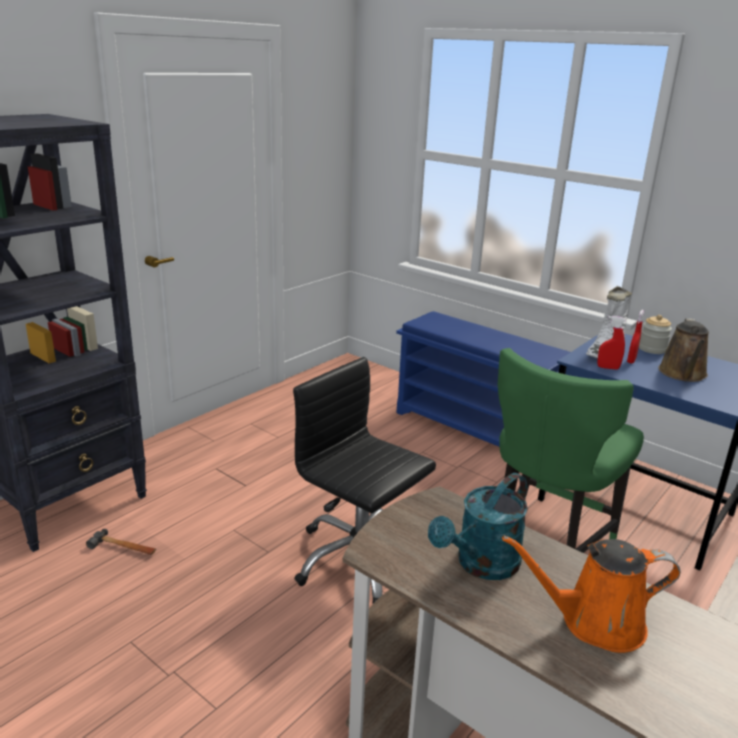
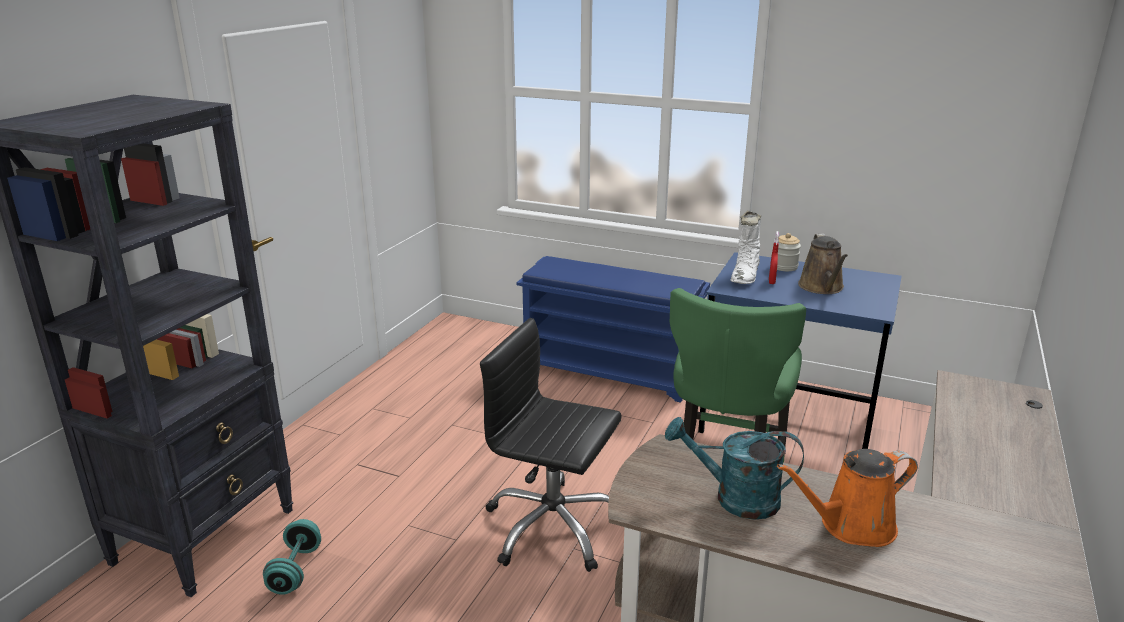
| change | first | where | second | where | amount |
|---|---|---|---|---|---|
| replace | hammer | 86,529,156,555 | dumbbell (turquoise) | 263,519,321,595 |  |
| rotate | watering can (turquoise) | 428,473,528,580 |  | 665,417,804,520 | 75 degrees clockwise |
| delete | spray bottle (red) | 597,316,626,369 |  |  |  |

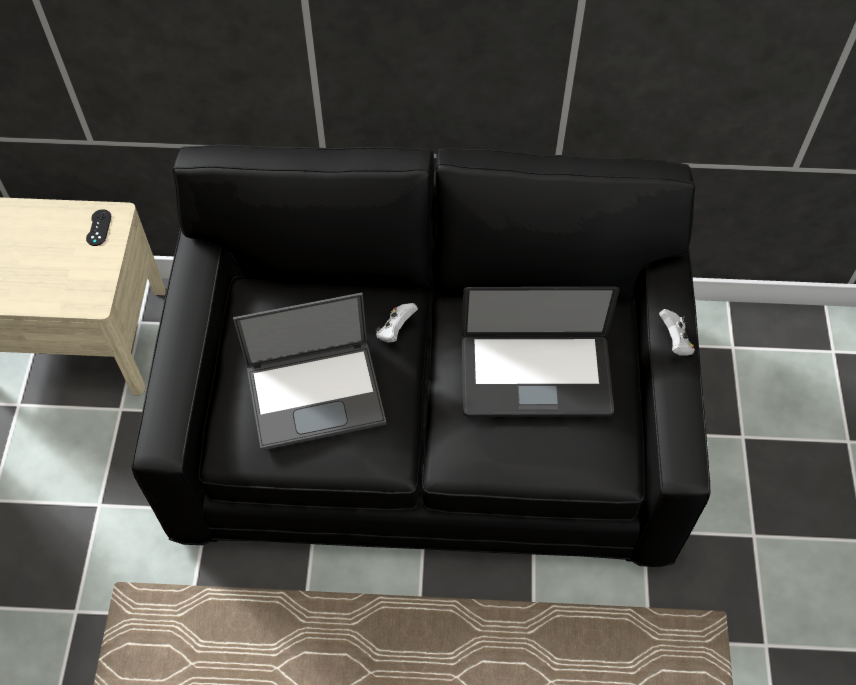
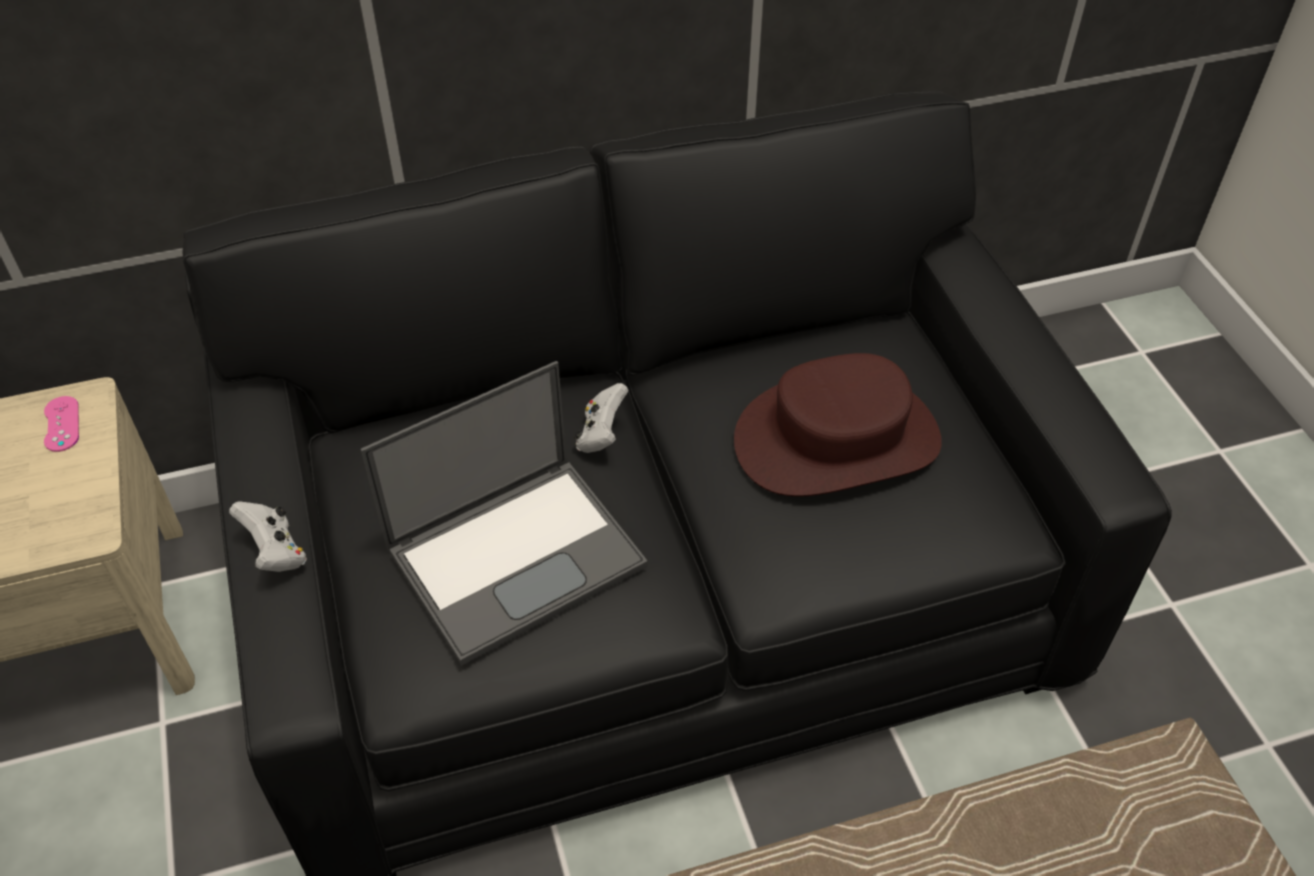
| change | first | where | second | where | amount |
|---|---|---|---|---|---|
| recolor | game controller (black) | 86,209,111,246 | game controller (pink) | 44,396,79,452 |  |
| move | game controller (white) | 659,309,695,356 |  | 229,501,307,572 |  |
| replace | laptop | 461,287,620,417 | hat (brown) | 734,353,942,497 |  |

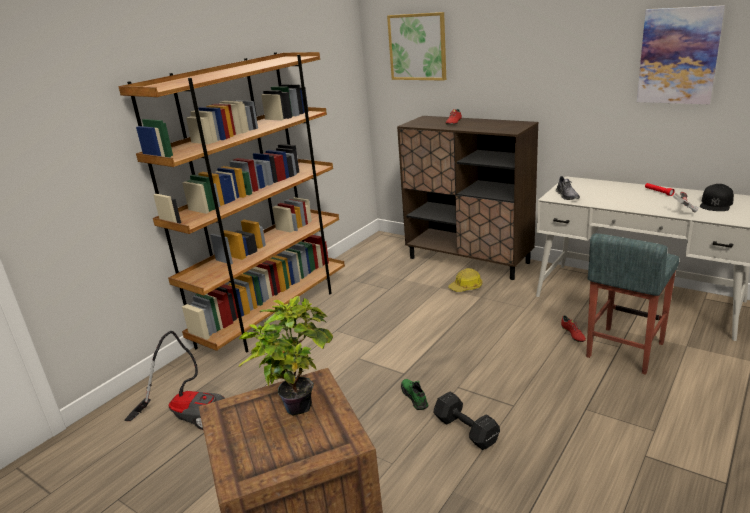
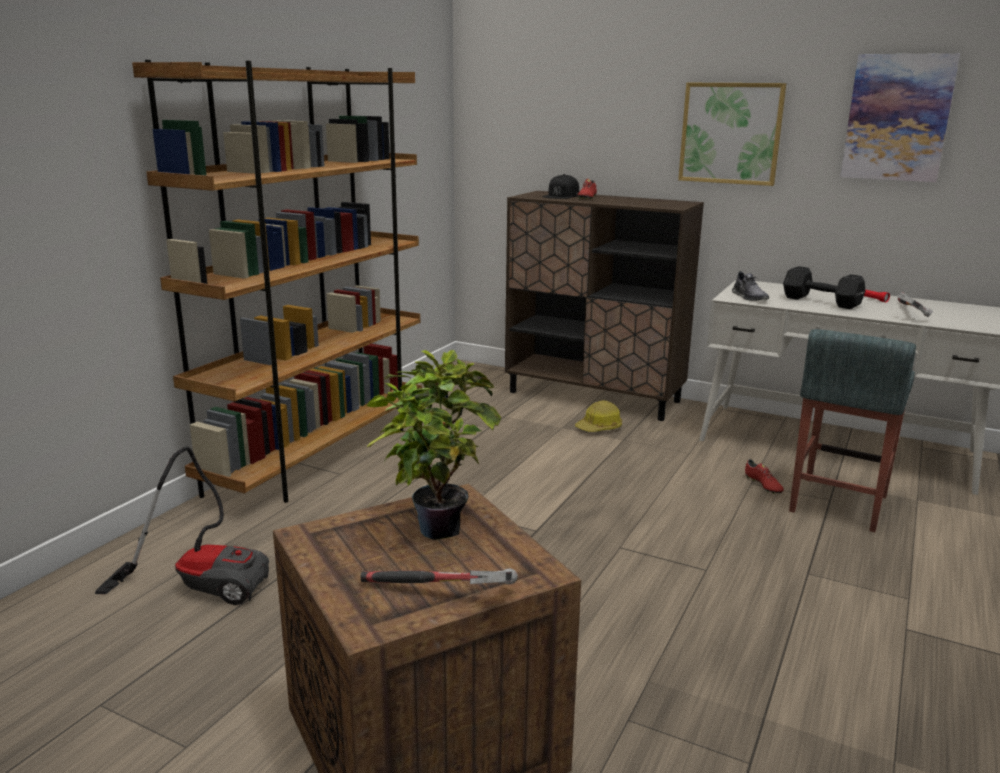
| change | first | where | second | where | amount |
|---|---|---|---|---|---|
| insert |  |  | hammer | 360,569,518,584 |  |
| move | cap (black) | 700,184,734,211 |  | 542,174,579,199 |  |
| move | picture | 387,12,446,81 |  | 678,83,786,186 |  |
| move | dumbbell (black) | 434,392,500,450 |  | 783,266,865,309 |  |
| delete | shoe (green) | 401,379,428,410 |  |  |  |

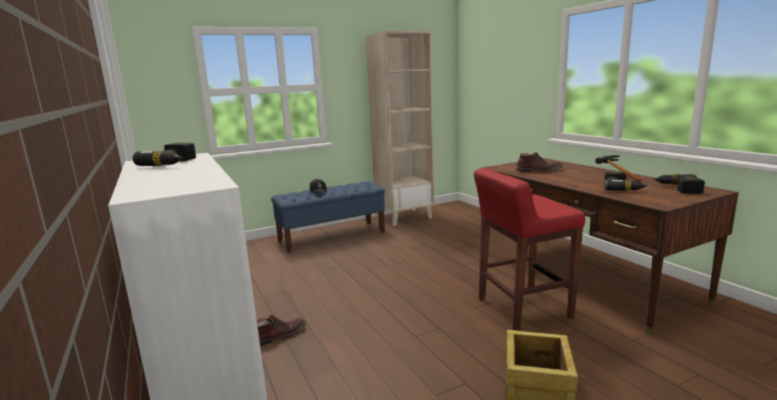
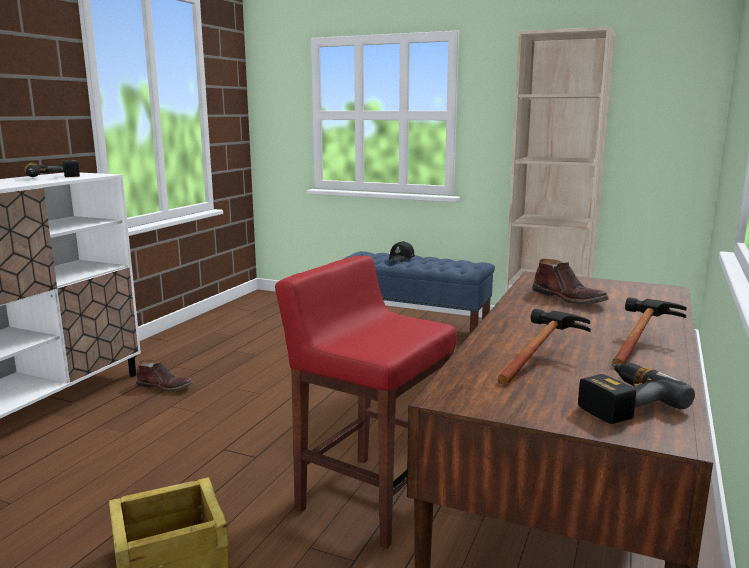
| change | first | where | second | where | amount |
|---|---|---|---|---|---|
| replace | power drill | 604,172,648,191 | hammer | 498,309,591,384 |  |

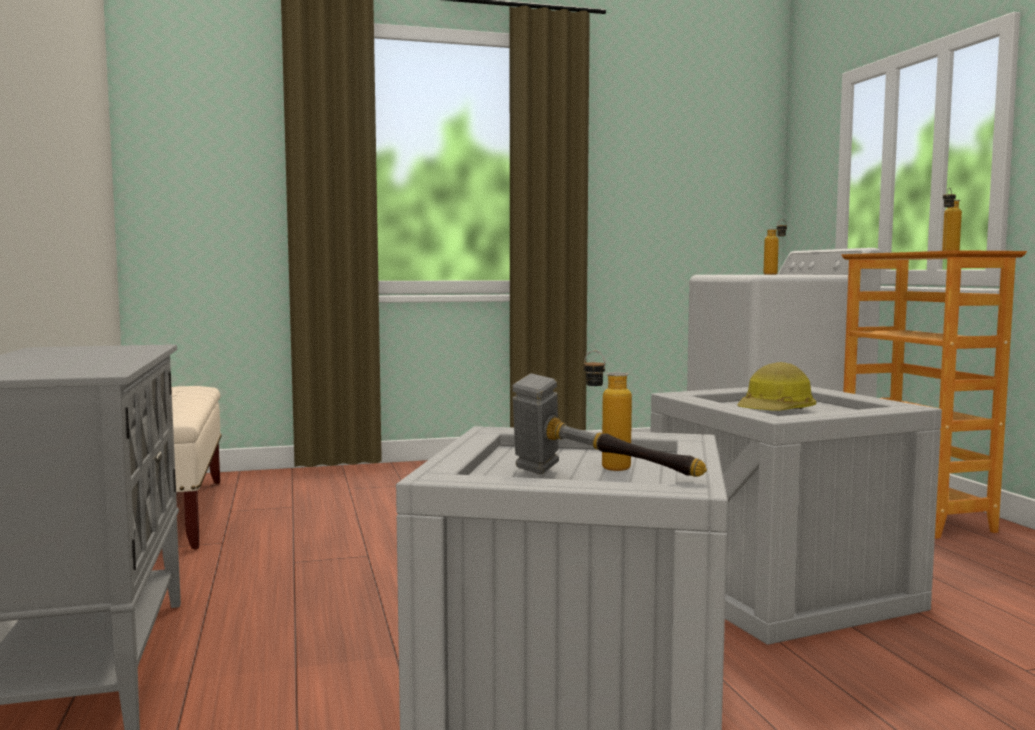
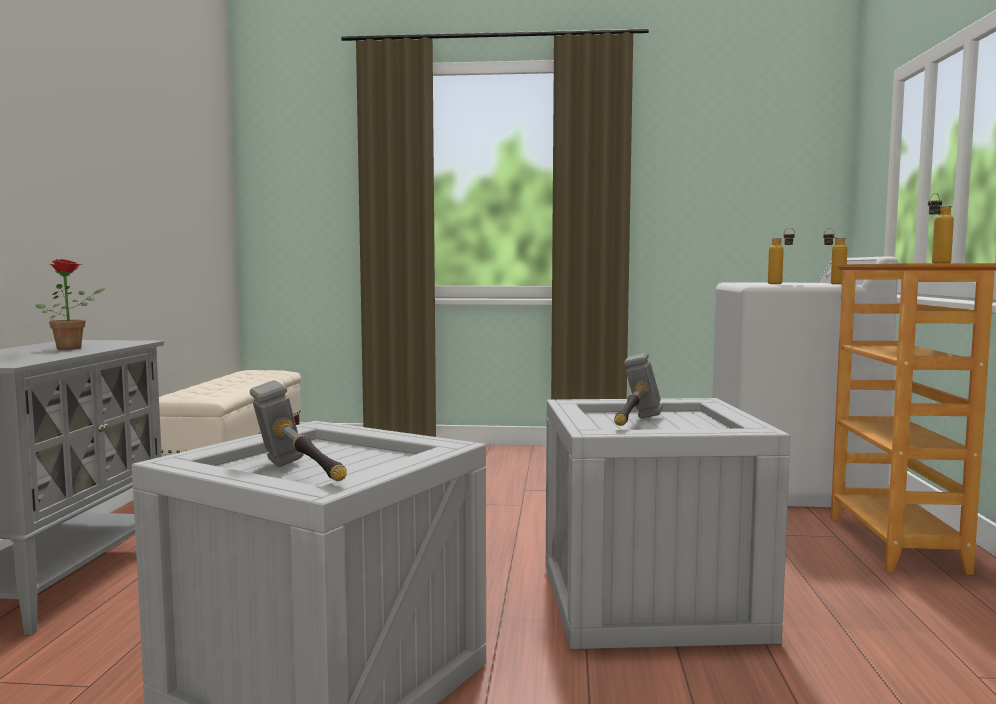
| change | first | where | second | where | amount |
|---|---|---|---|---|---|
| insert |  |  | potted plant | 36,259,105,350 |  |
| replace | hard hat | 737,362,816,411 | hammer | 614,353,663,426 |  |
| move | bottle | 584,351,632,471 |  | 823,228,847,284 |  |

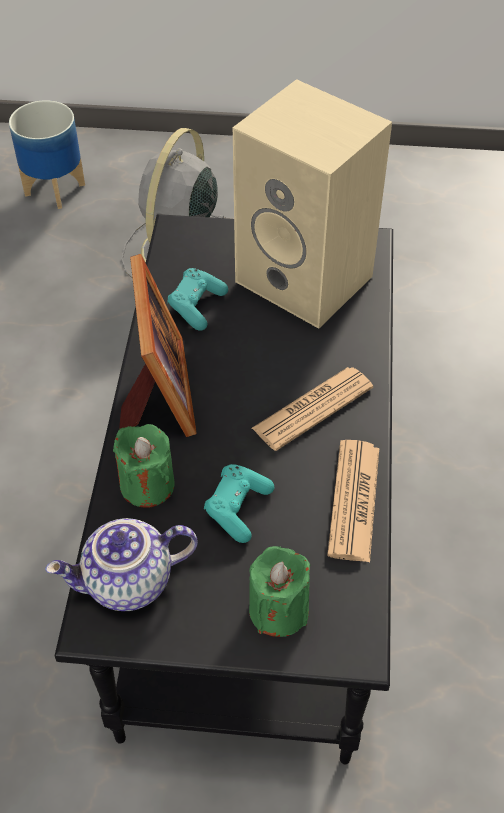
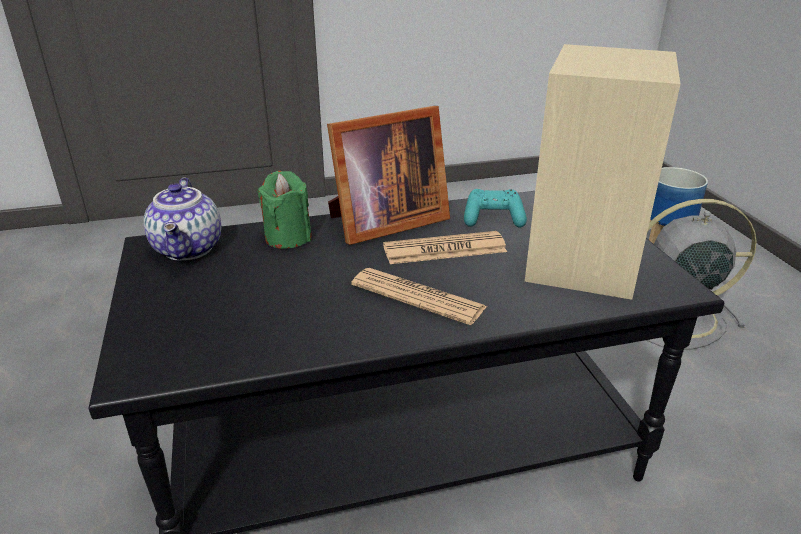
| change | first | where | second | where | amount |
|---|---|---|---|---|---|
| rotate | teapot | 45,518,198,611 |  | 144,178,221,261 | 150 degrees counterclockwise |
| move | newspaper | 327,440,379,562 |  | 383,231,507,264 |  |
| delete | game controller (turquoise) | 204,464,274,543 |  |  |  |
| delete | candle (green) | 249,546,311,637 |  |  |  |

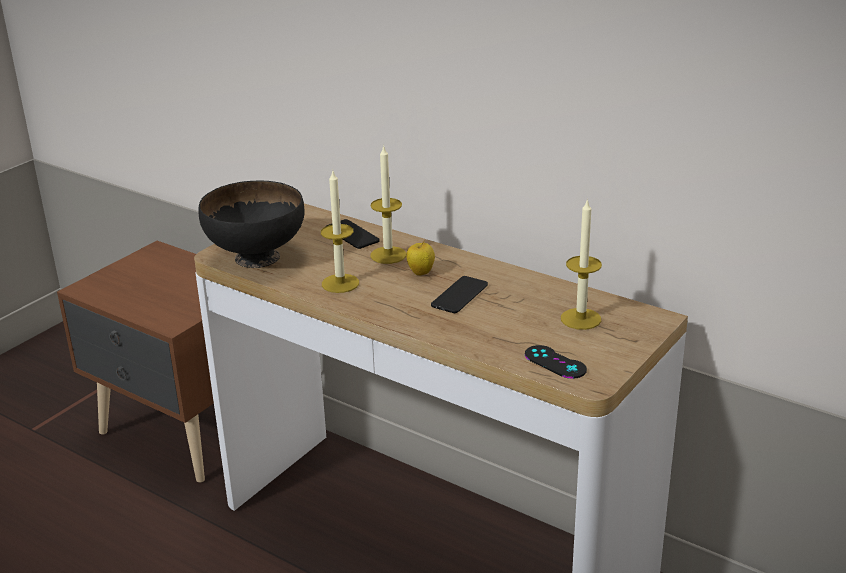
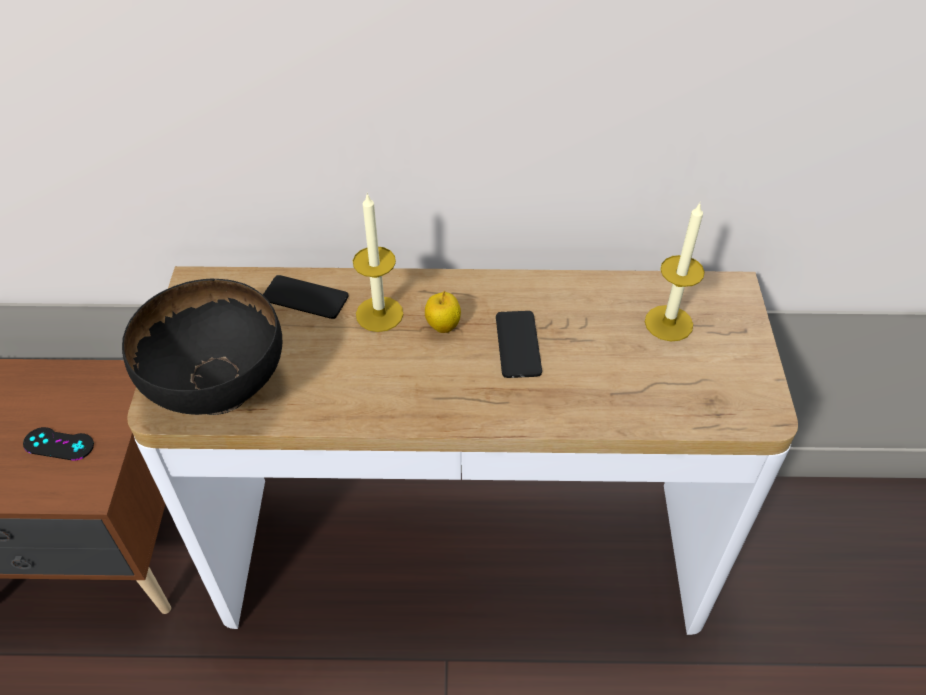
| change | first | where | second | where | amount |
|---|---|---|---|---|---|
| move | game controller (black) | 525,345,587,379 |  | 23,427,94,461 |  |
| delete | candle | 321,171,359,293 |  |  |  |

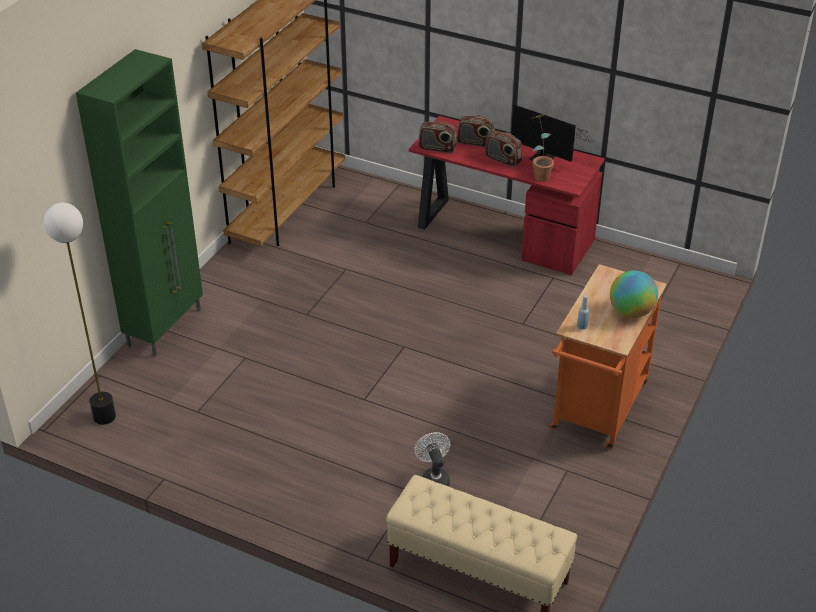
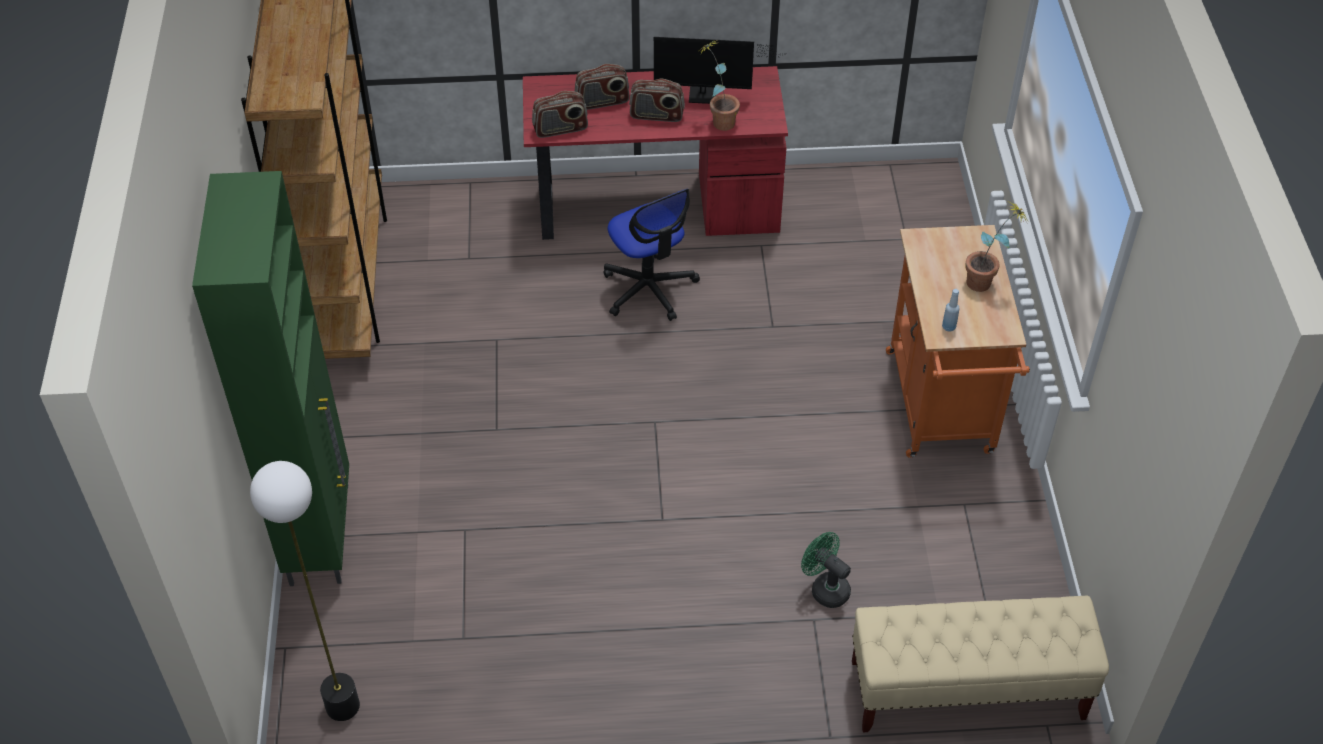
| change | first | where | second | where | amount |
|---|---|---|---|---|---|
| insert |  |  | office chair | 604,188,700,321 |  |
| recolor | fan (white) | 414,432,450,486 | fan (green) | 801,532,851,608 |  |
| replace | globe | 610,270,658,318 | potted plant | 965,202,1028,292 |  |

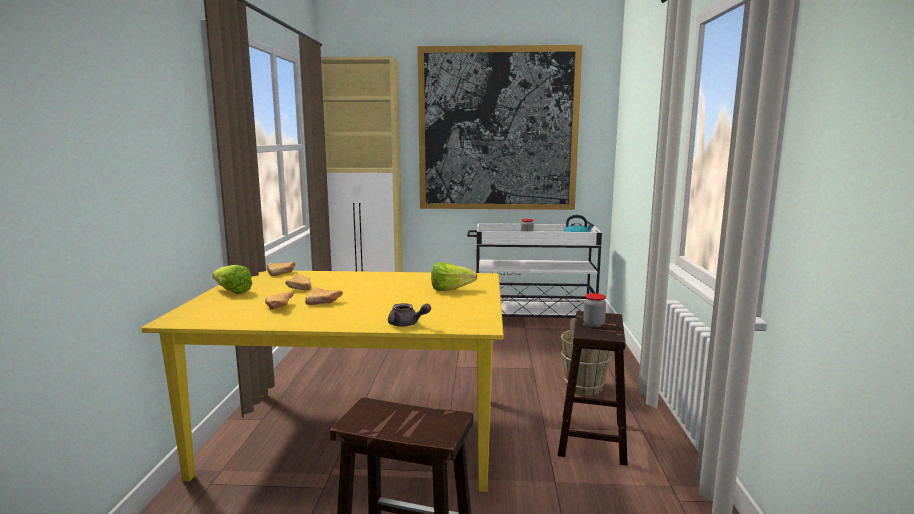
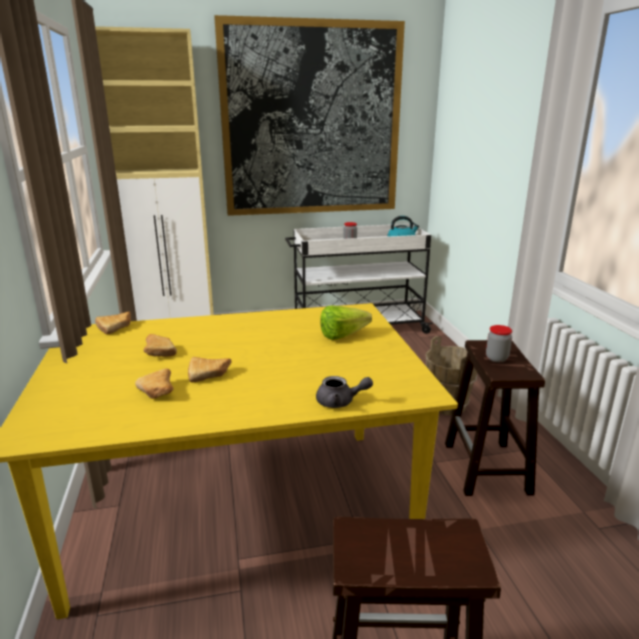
| change | first | where | second | where | amount |
|---|---|---|---|---|---|
| delete | lettuce | 212,265,252,294 |  |  |  |

